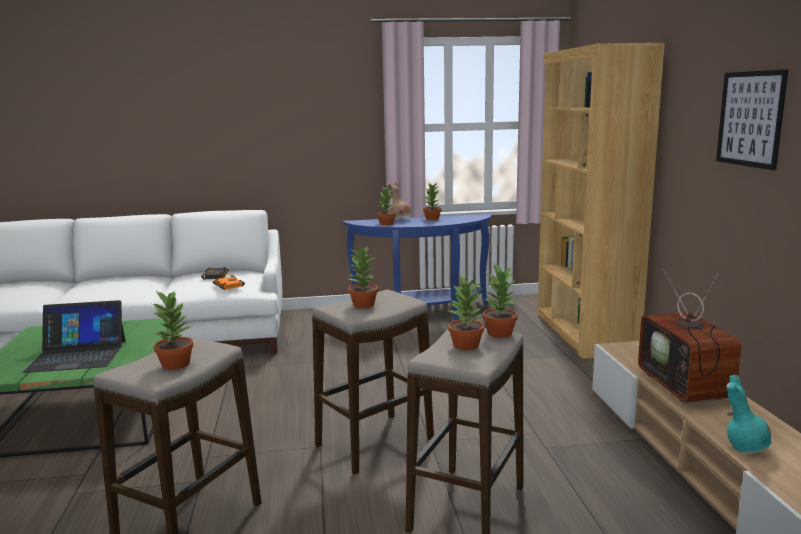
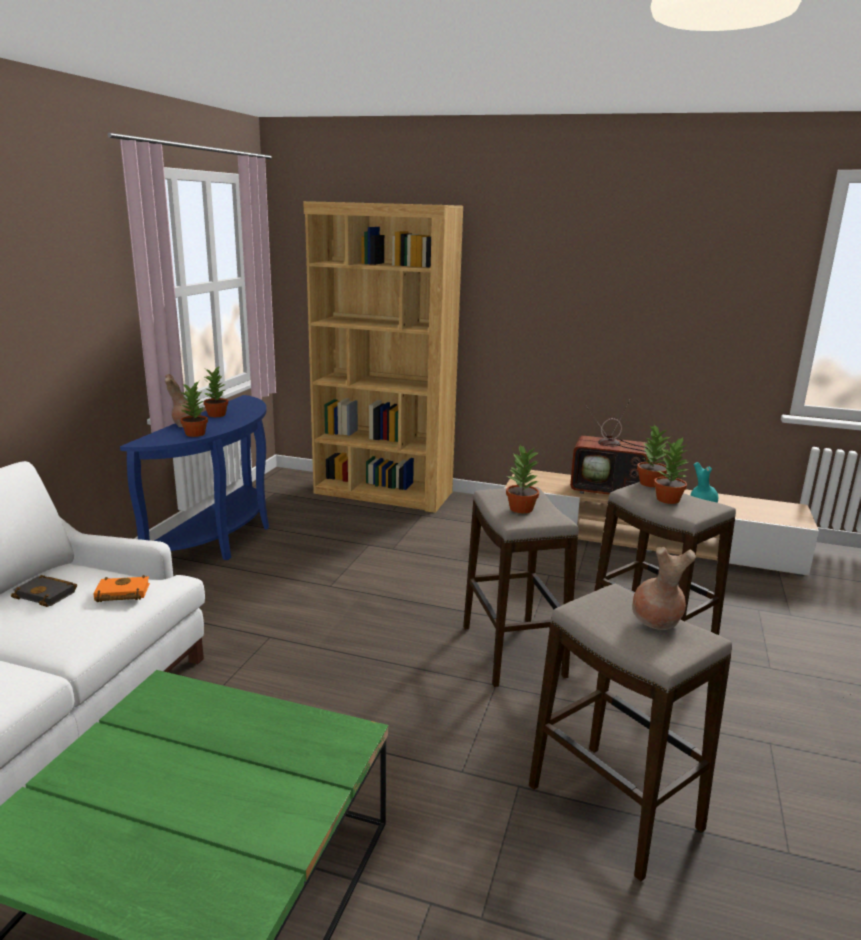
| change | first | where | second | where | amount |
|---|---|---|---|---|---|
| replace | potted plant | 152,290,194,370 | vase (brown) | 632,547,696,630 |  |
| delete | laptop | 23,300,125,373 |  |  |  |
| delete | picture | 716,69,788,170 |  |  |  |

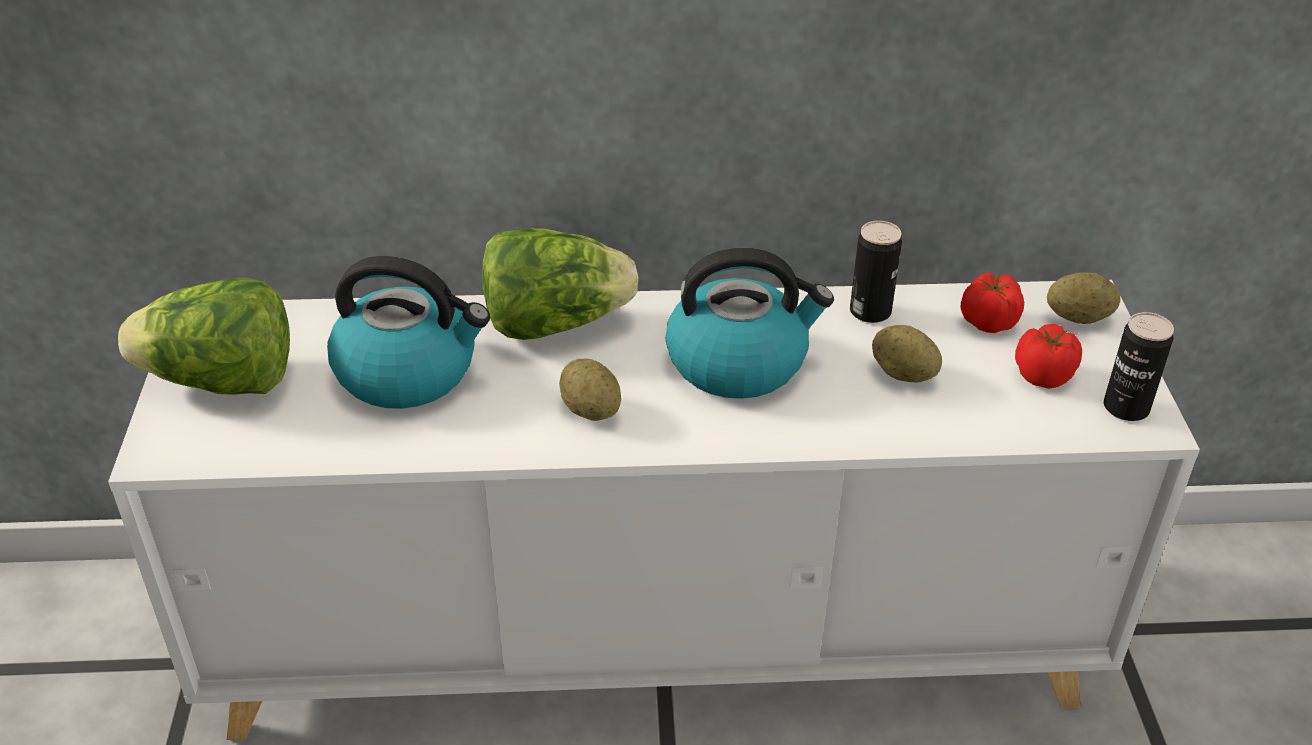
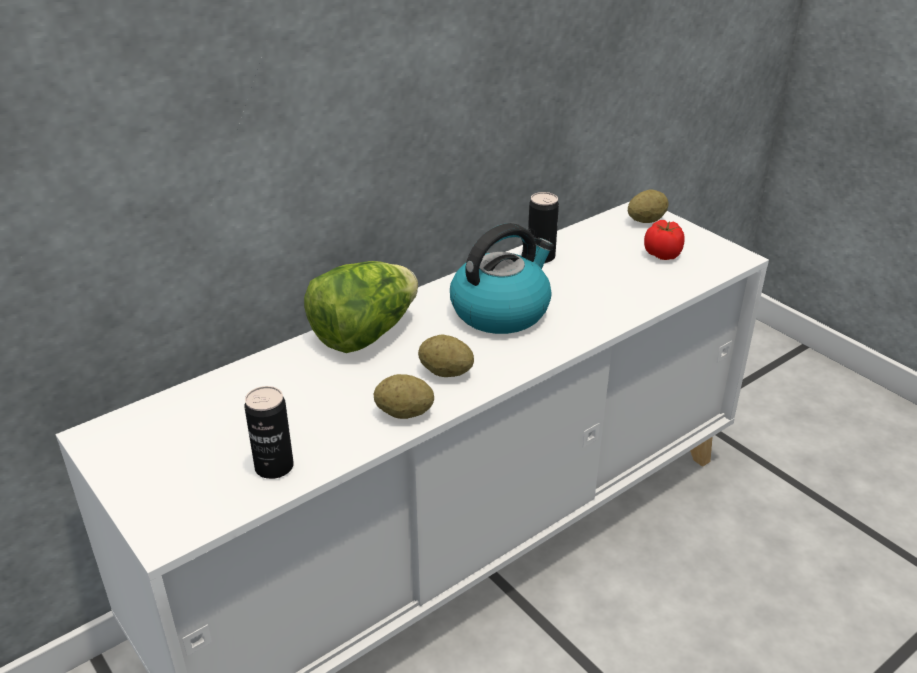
| change | first | where | second | where | amount |
|---|---|---|---|---|---|
| move | can | 1104,312,1174,421 |  | 244,386,294,479 |  |
| move | potato | 872,325,942,383 |  | 374,374,434,419 |  |
| delete | lettuce | 118,277,290,395 |  |  |  |
| delete | kettle | 327,256,490,409 |  |  |  |
| delete | tomato | 961,272,1024,333 |  |  |  |

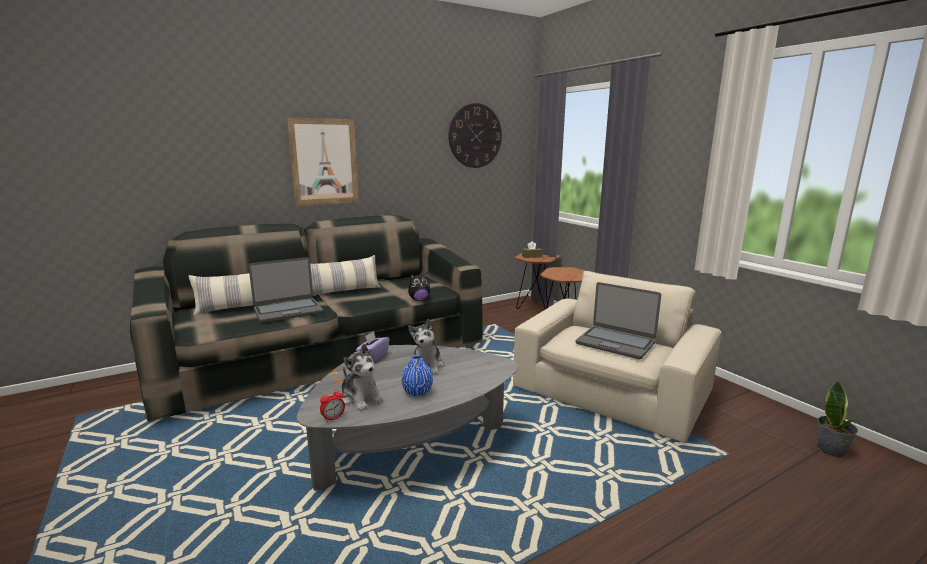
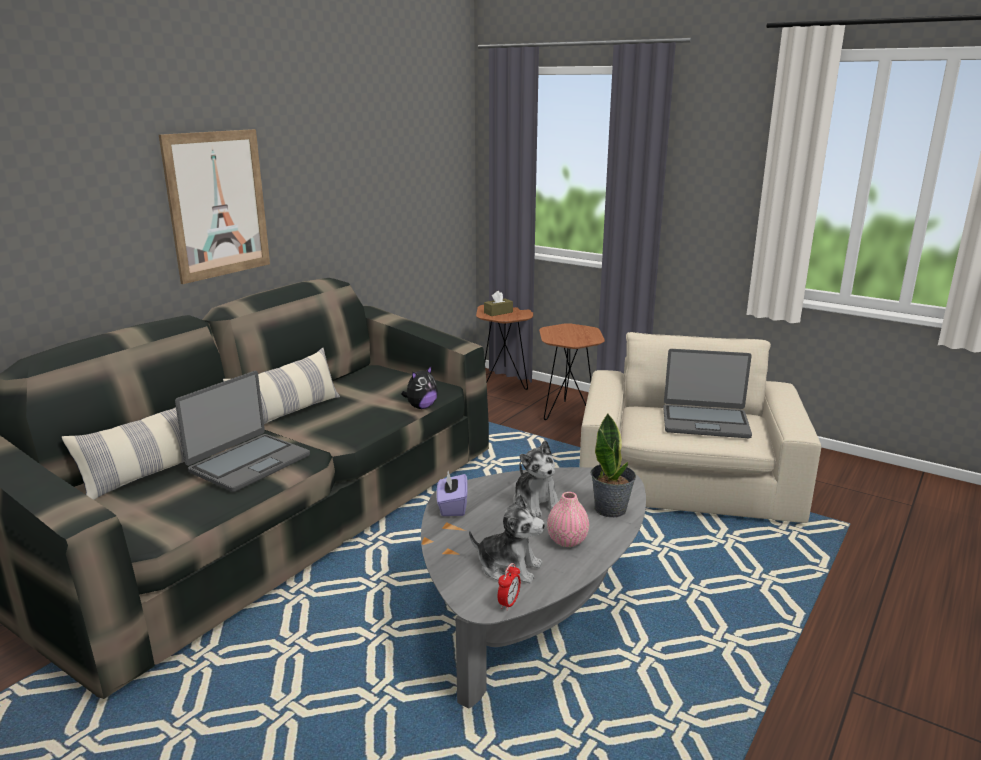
| change | first | where | second | where | amount |
|---|---|---|---|---|---|
| recolor | vase (blue) | 401,355,433,397 | vase (pink) | 547,492,589,547 |  |
| move | potted plant | 817,381,858,457 |  | 590,413,636,517 |  |
| delete | wall clock | 448,103,502,168 |  |  |  |

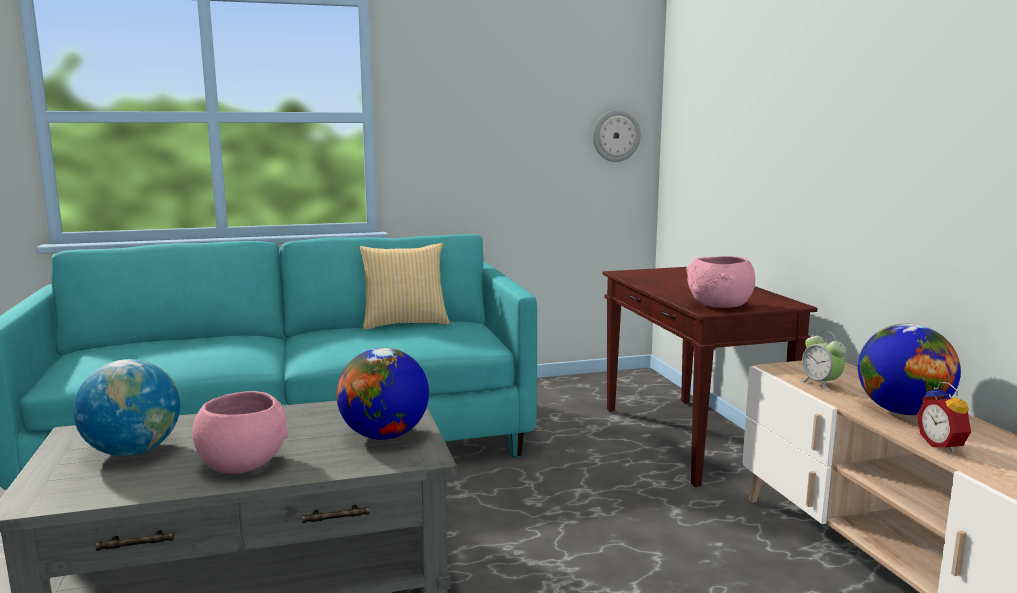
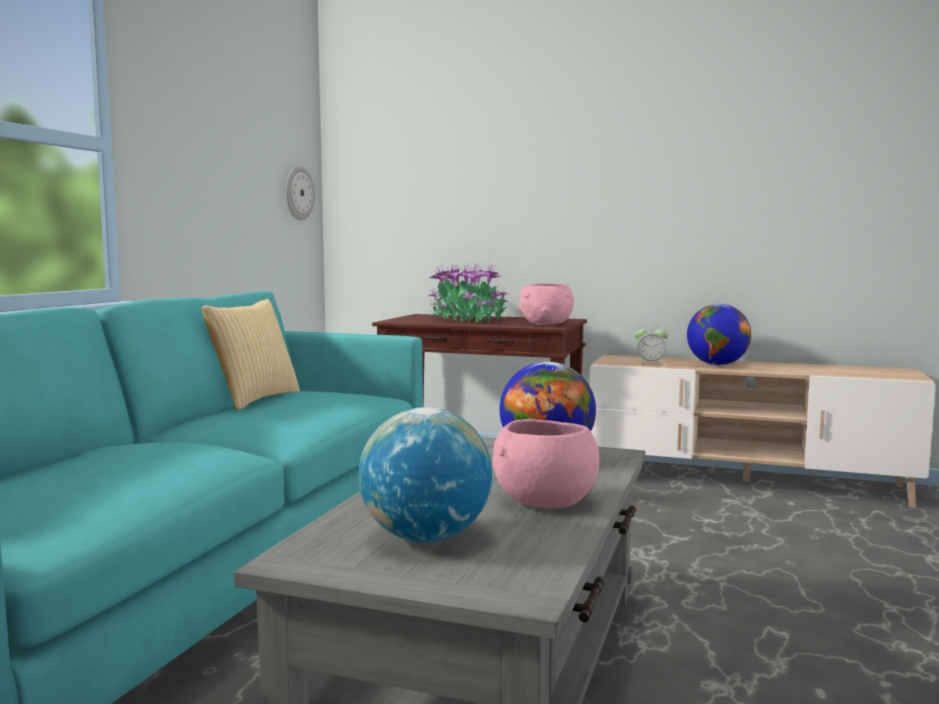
| change | first | where | second | where | amount |
|---|---|---|---|---|---|
| insert |  |  | potted plant | 428,263,509,322 |  |
| delete | alarm clock | 917,382,971,453 |  |  |  |

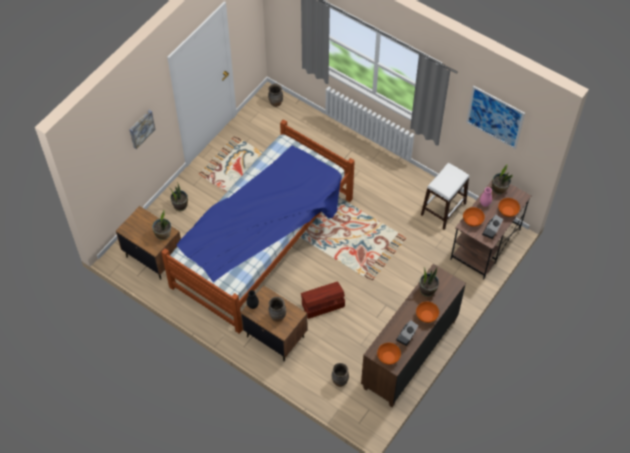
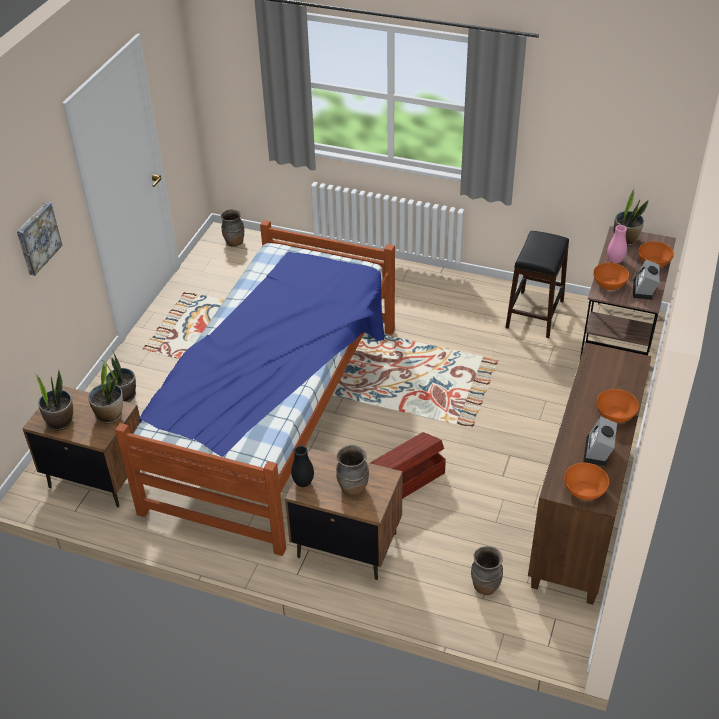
| change | first | where | second | where | amount |
|---|---|---|---|---|---|
| move | potted plant | 419,267,439,297 |  | 35,370,74,431 |  |
| recolor | stool (white) | 421,163,469,230 | stool (black) | 506,231,569,338 |  |
| delete | picture | 466,86,525,149 |  |  |  |

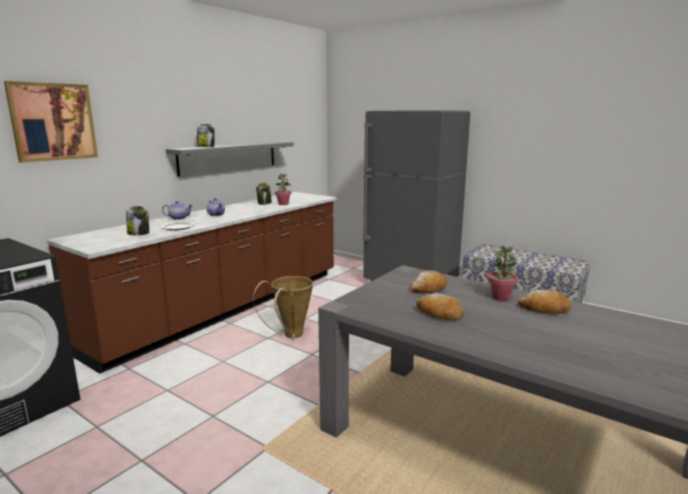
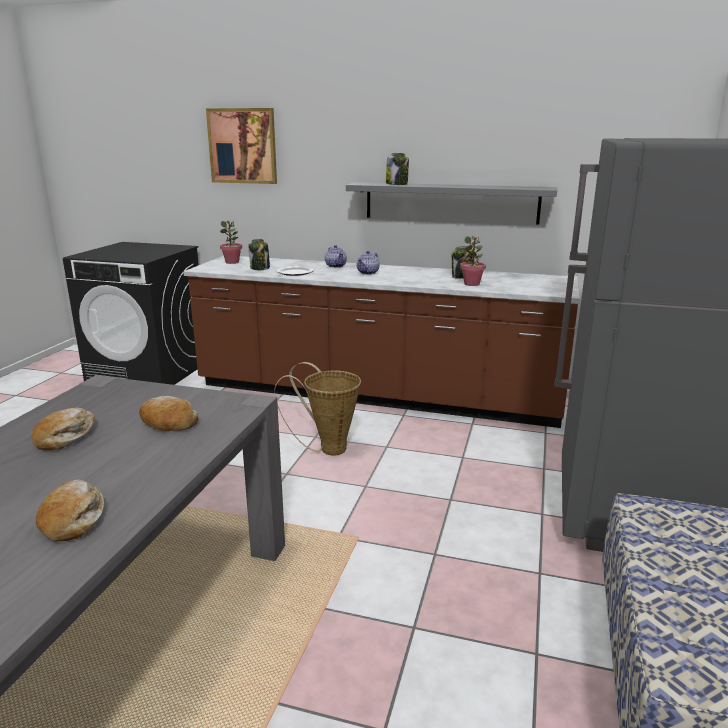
| change | first | where | second | where | amount |
|---|---|---|---|---|---|
| move | potted plant | 488,246,518,301 |  | 220,220,242,264 |  |

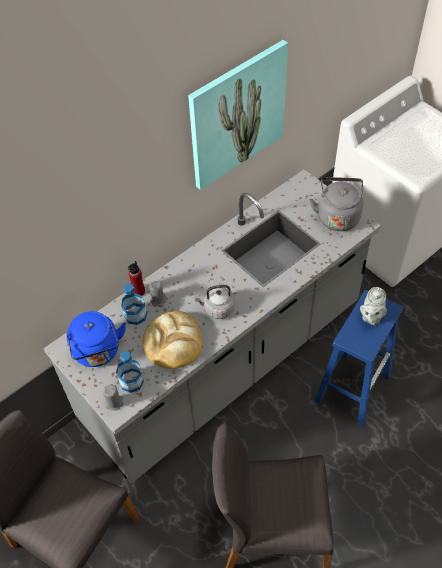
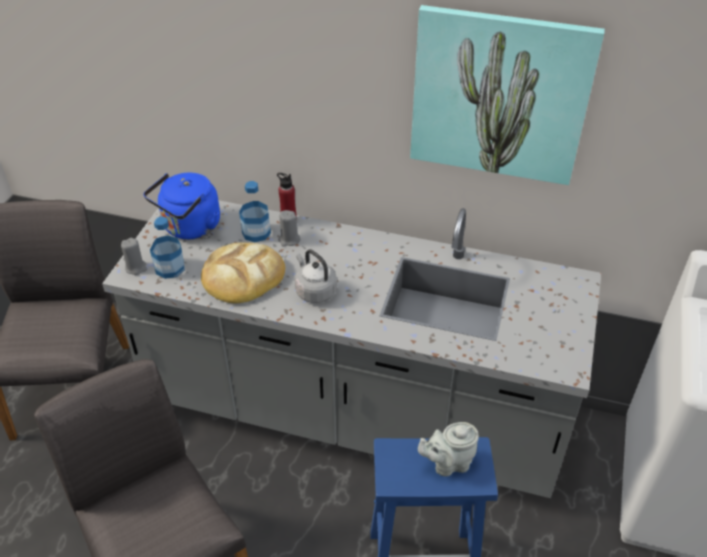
| change | first | where | second | where | amount |
|---|---|---|---|---|---|
| delete | kettle (grey) | 310,177,364,231 |  |  |  |

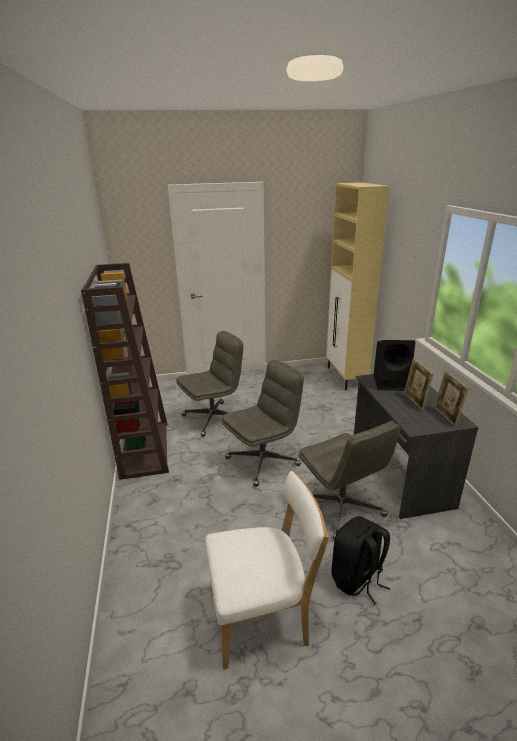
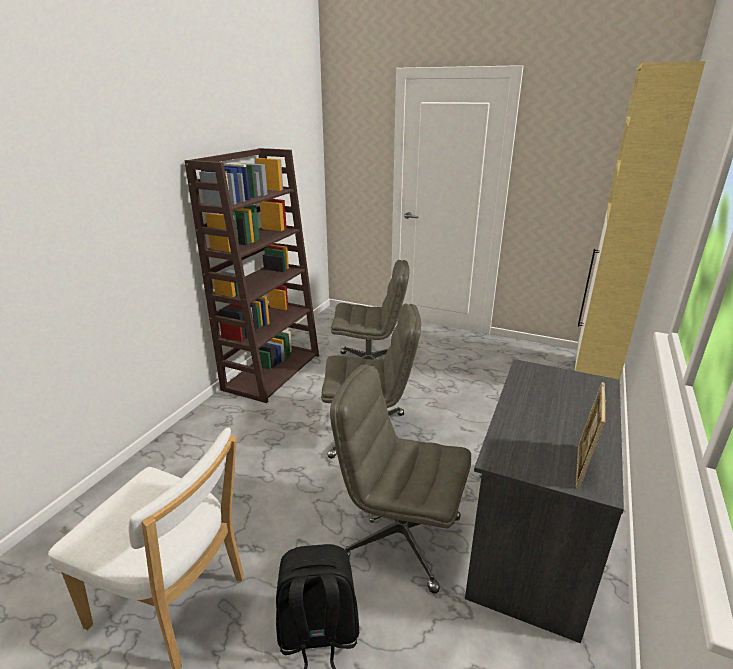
| change | first | where | second | where | amount |
|---|---|---|---|---|---|
| rotate | office chair (grey) | 299,421,400,540 |  | 330,364,471,594 | 105 degrees clockwise |
| delete | speaker (black) | 373,340,415,391 |  |  |  |
| delete | picture frame | 404,358,433,410 |  |  |  |

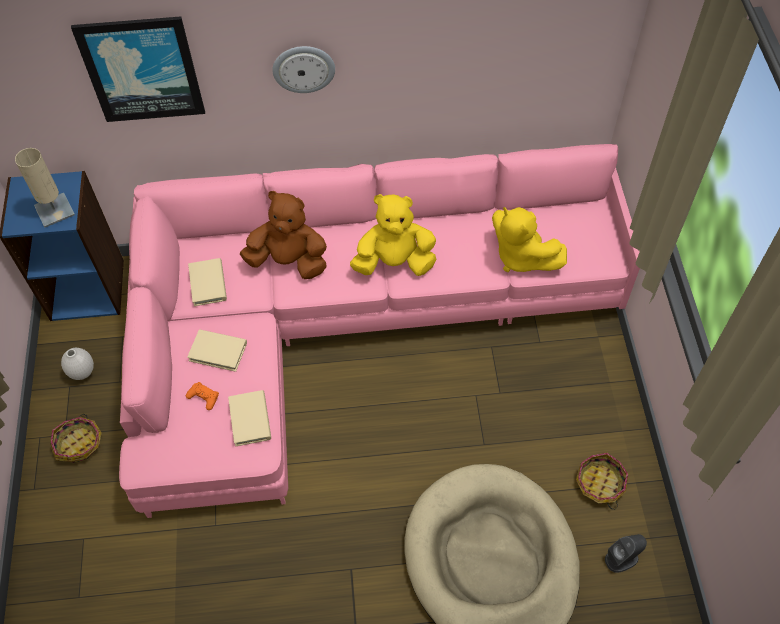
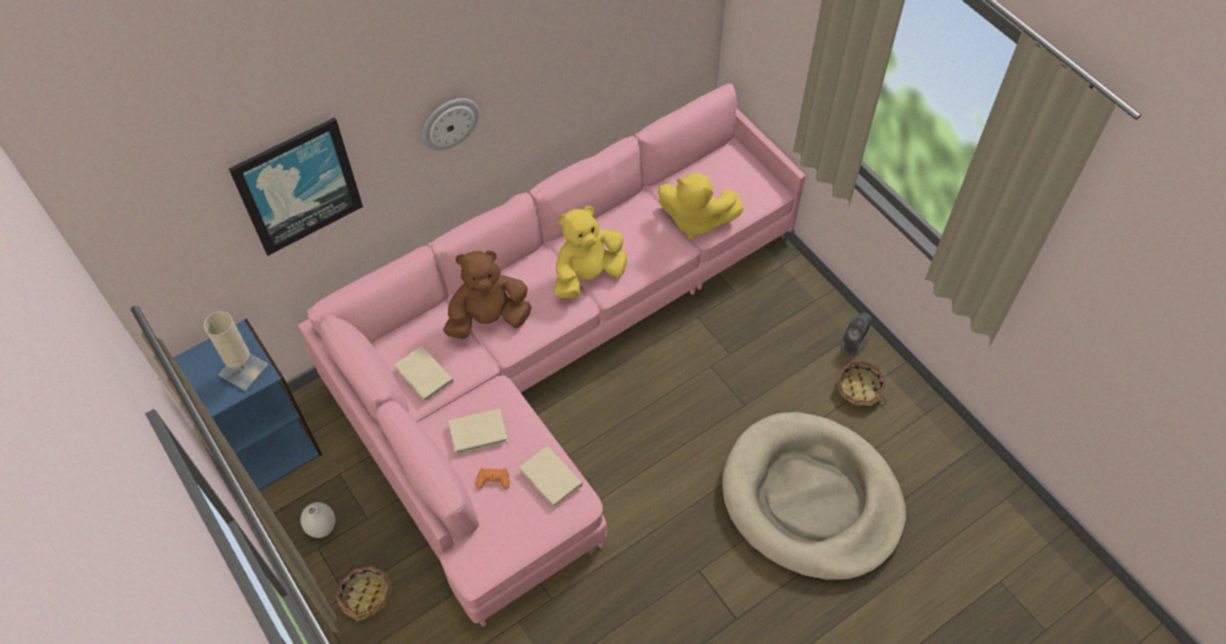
| change | first | where | second | where | amount |
|---|---|---|---|---|---|
| move | speaker (grey) | 605,534,647,573 |  | 840,312,872,356 |  |

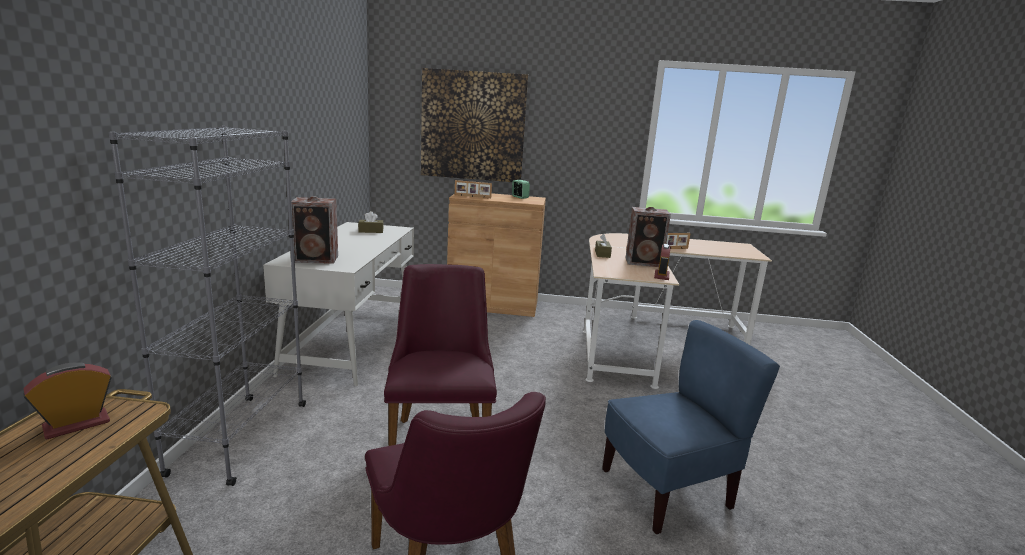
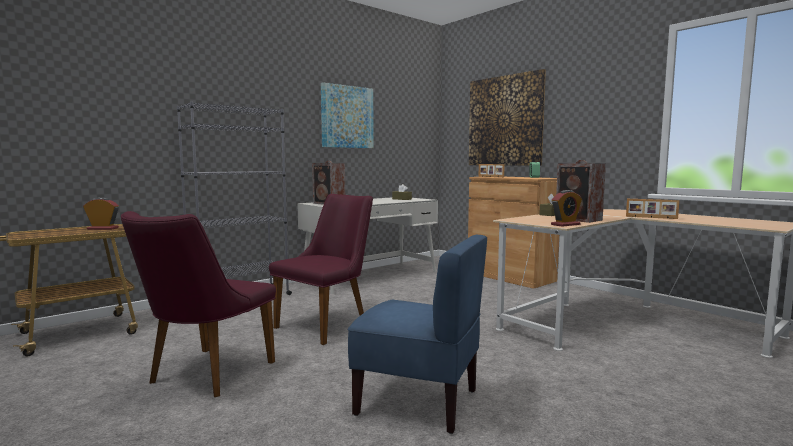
| change | first | where | second | where | amount |
|---|---|---|---|---|---|
| insert |  |  | picture | 321,82,374,148 |  |

